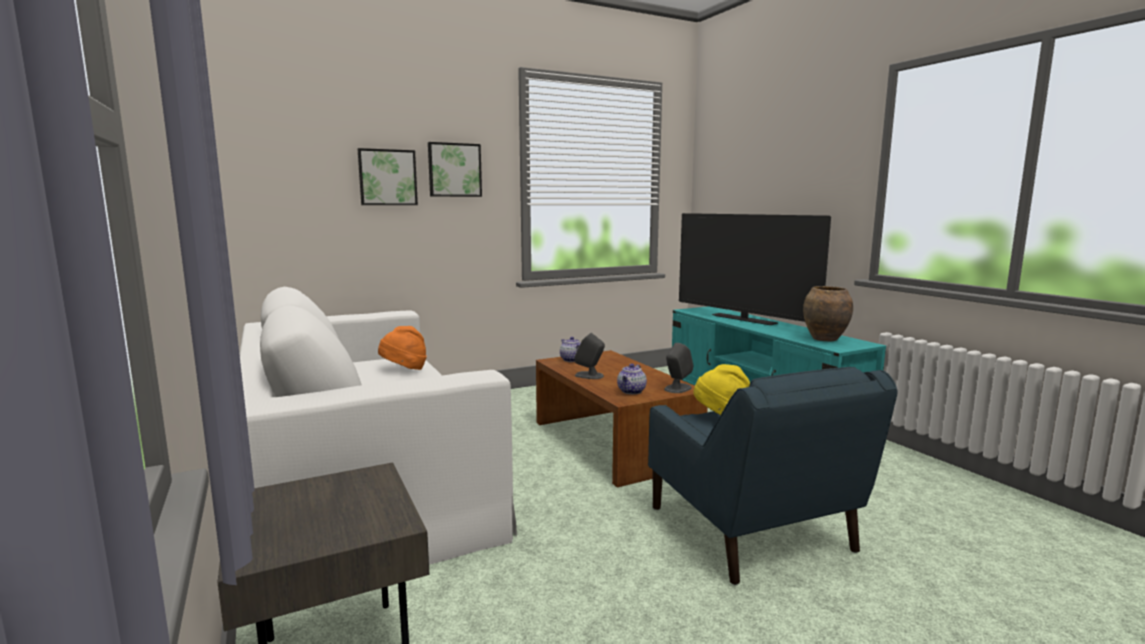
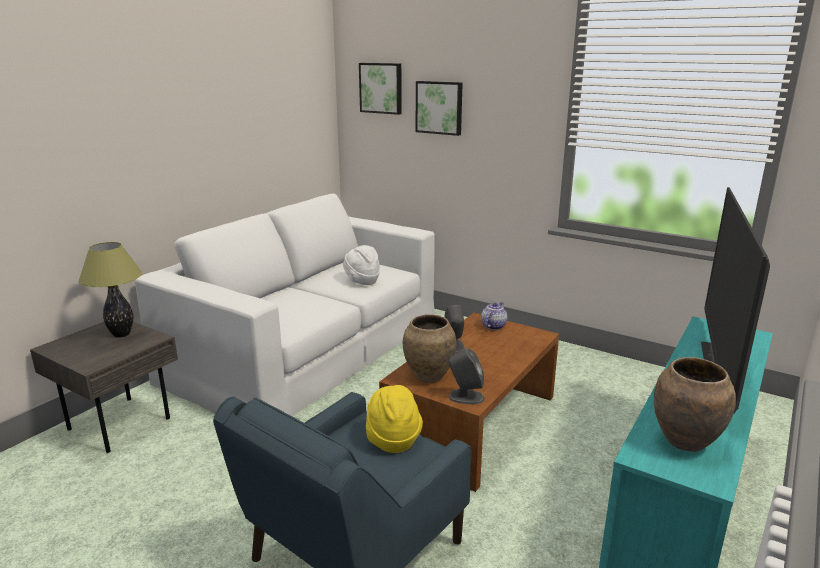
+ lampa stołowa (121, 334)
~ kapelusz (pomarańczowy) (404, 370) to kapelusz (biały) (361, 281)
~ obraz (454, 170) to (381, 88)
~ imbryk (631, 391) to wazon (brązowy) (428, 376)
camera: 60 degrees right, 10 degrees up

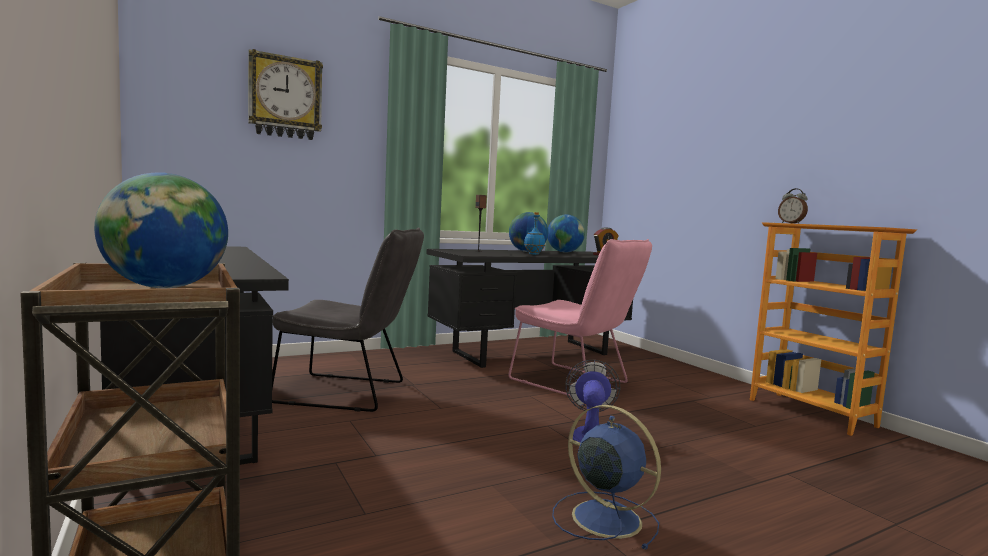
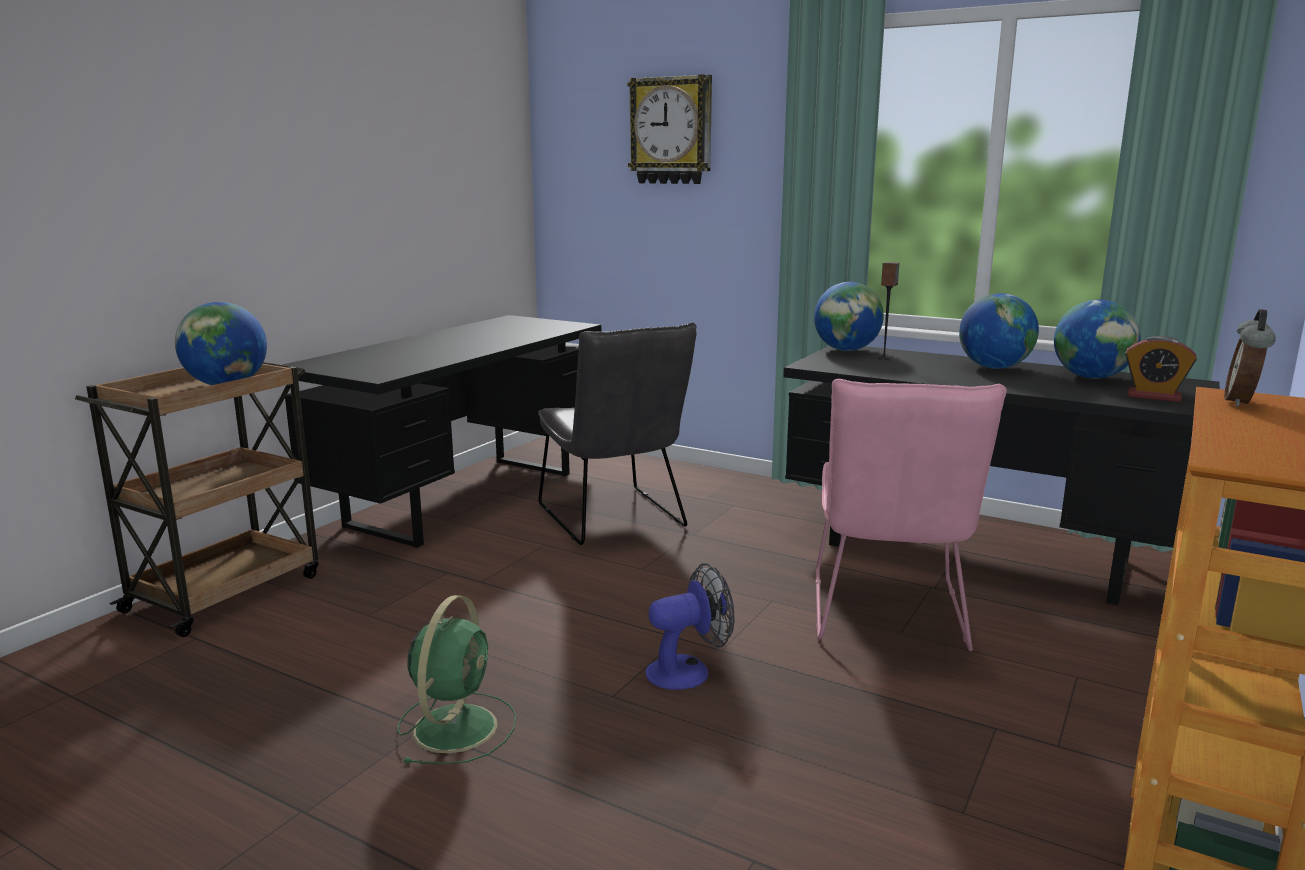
~ wentylator (niebieski) (603, 517) to wentylator (zielony) (456, 726)
+ globus (846, 350)
- butelka (niebieski) (533, 254)
camera: 60 degrees right, 10 degrees up

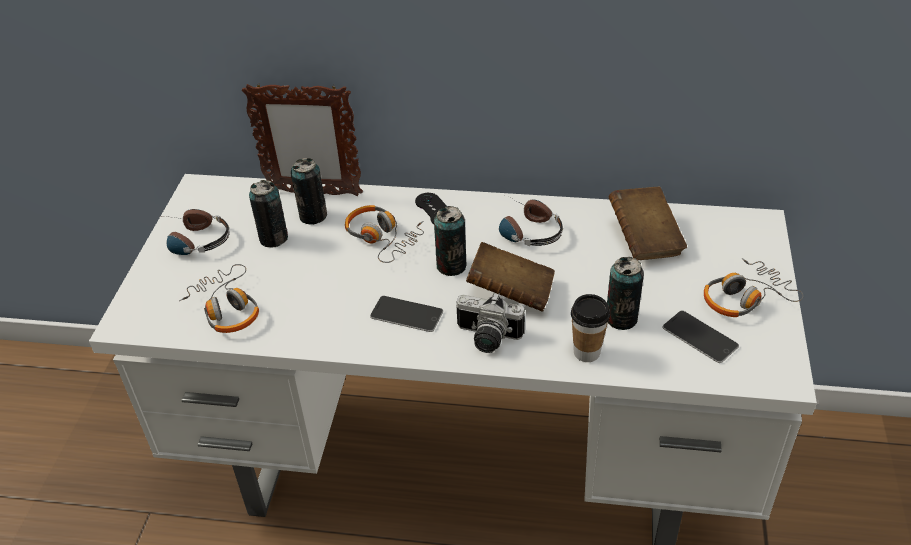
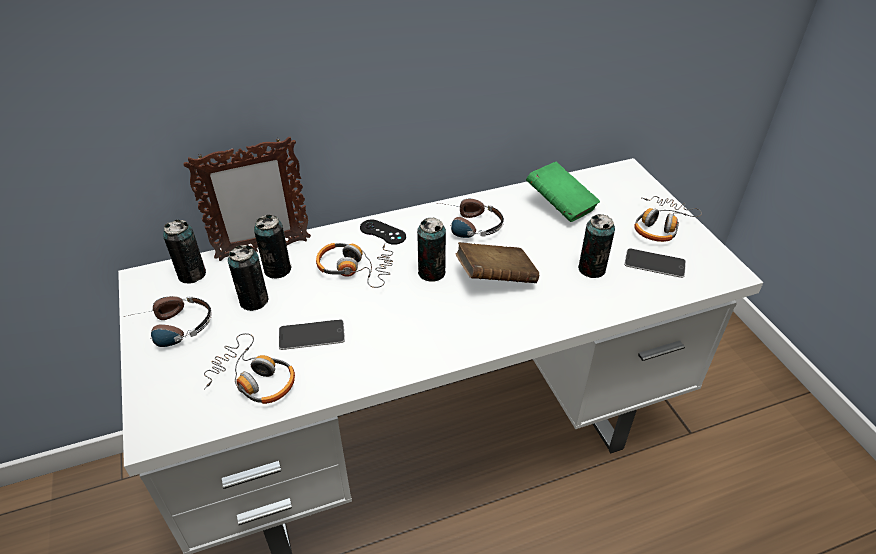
+ puszka (192, 274)
~ telefon (406, 314) to (311, 335)
~ książka (brązowy) (644, 239) to książka (zielony) (560, 205)
- aparat fotograficzny (486, 339)
- filiżanka (586, 352)
camera: 30 degrees left, 0 degrees up

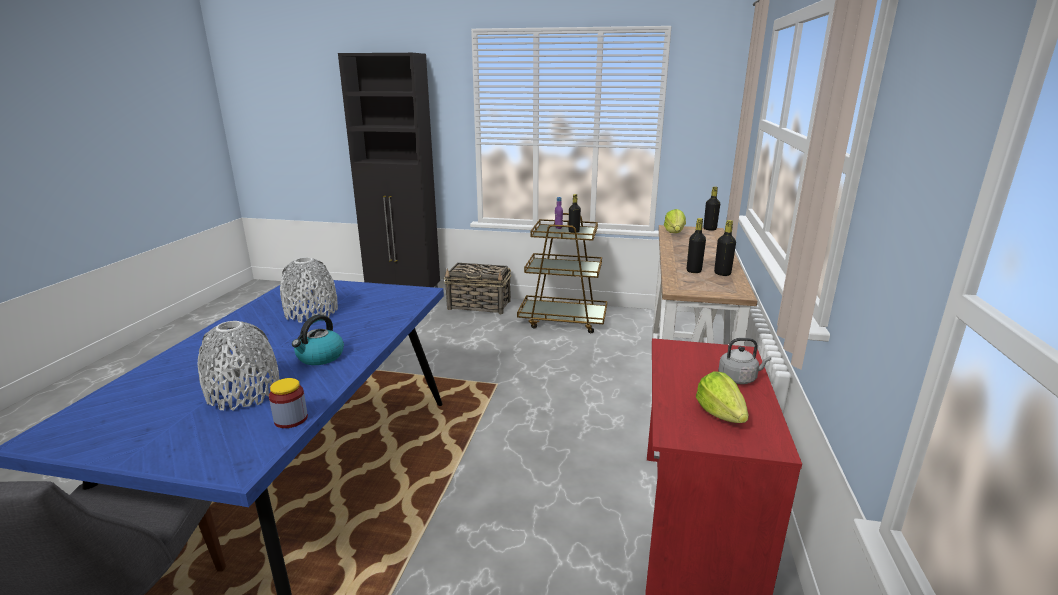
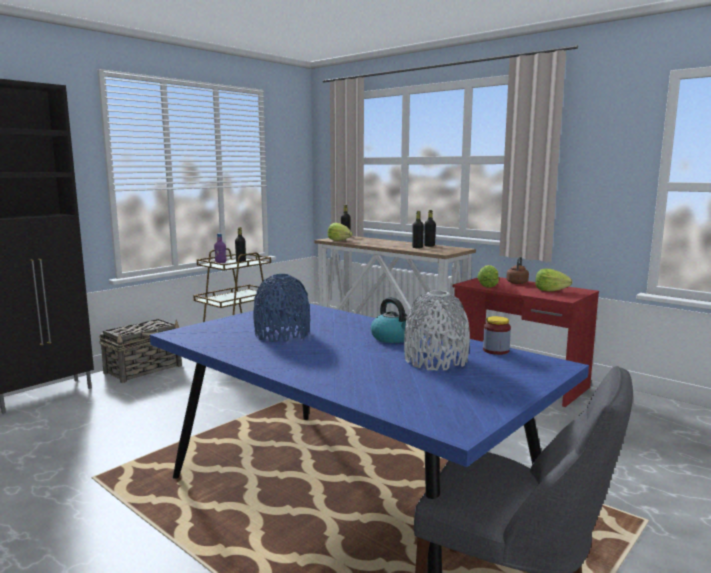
~ wazon (szary) (311, 313) to wazon (niebieski) (282, 334)
+ sałata (488, 286)
~ czajnik (szary) (739, 378) to czajnik (brązowy) (517, 282)
camera: 60 degrees left, 10 degrees down

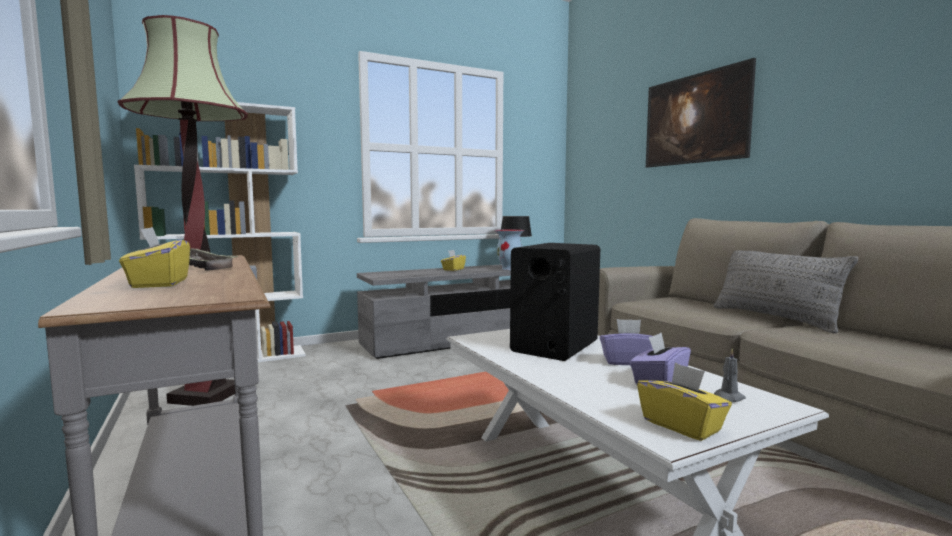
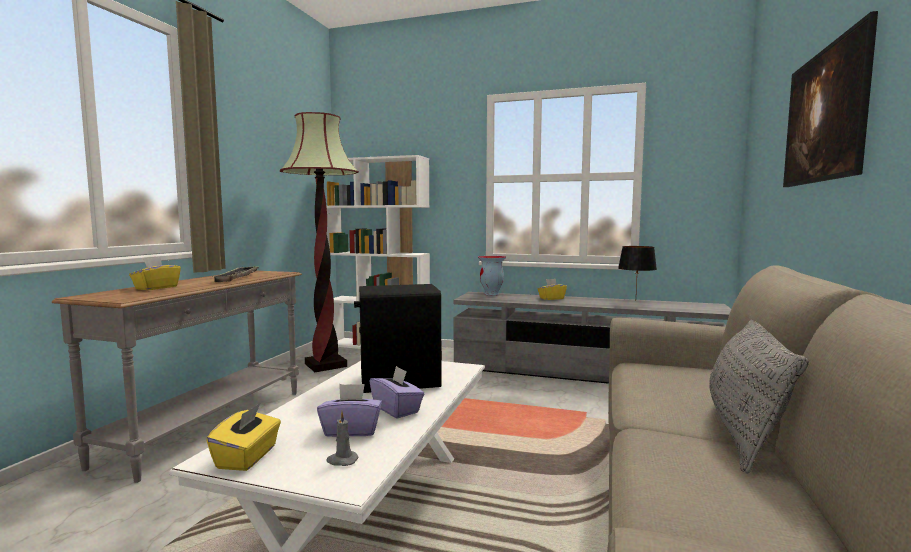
~ wazon (509, 269) to (492, 294)
camera: 45 degrees right, 0 degrees up

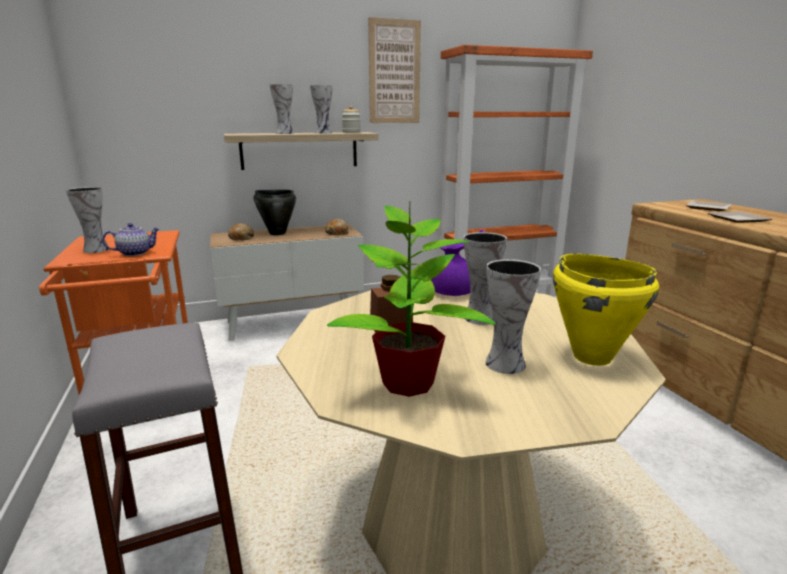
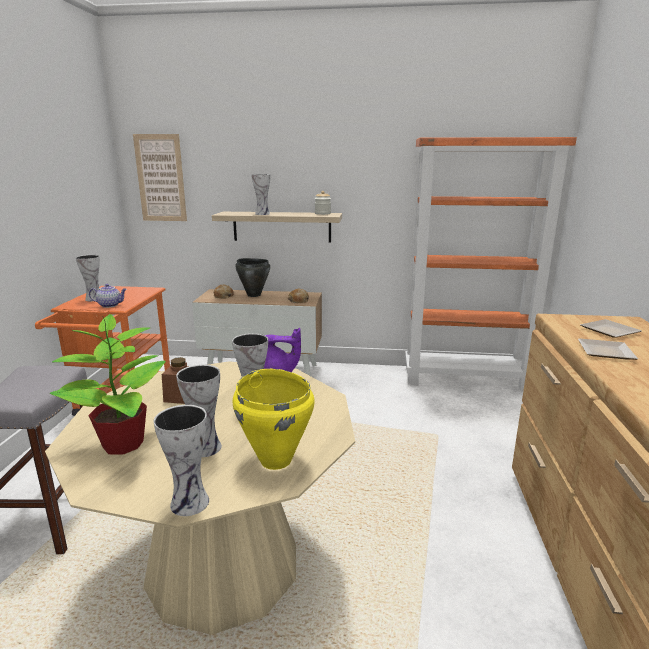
~ obraz (394, 72) to (160, 178)
~ wazon (324, 133) to (192, 502)
camera: 25 degrees right, 0 degrees up

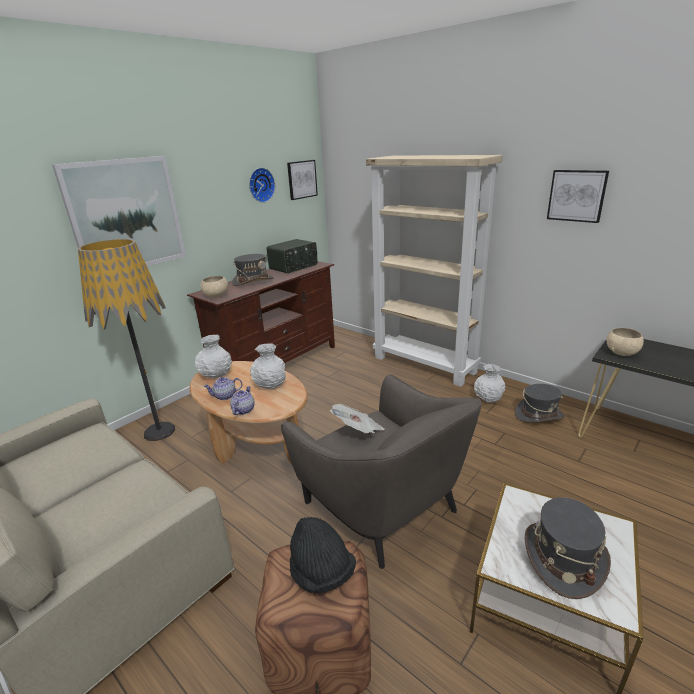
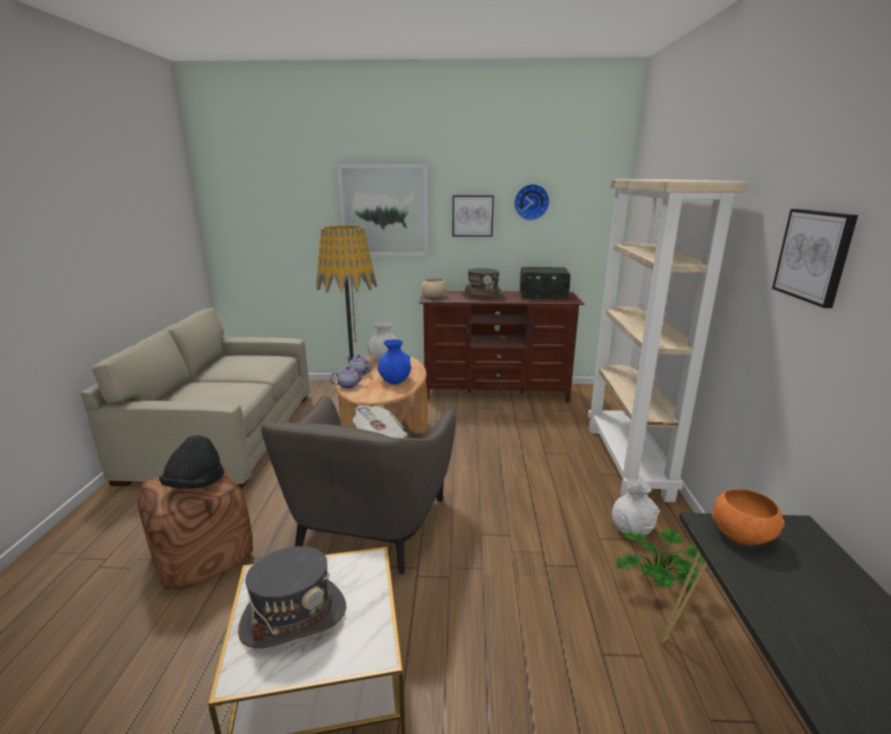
~ wazon (biały) (269, 384) to wazon (niebieski) (394, 380)
~ obraz (301, 179) to (472, 216)
~ kapelusz (szary) (539, 415) to roślina doniczkowa (658, 585)
~ miska (beżowy) (621, 352) to miska (pomarańczowy) (742, 535)
camera: 50 degrees right, 5 degrees down

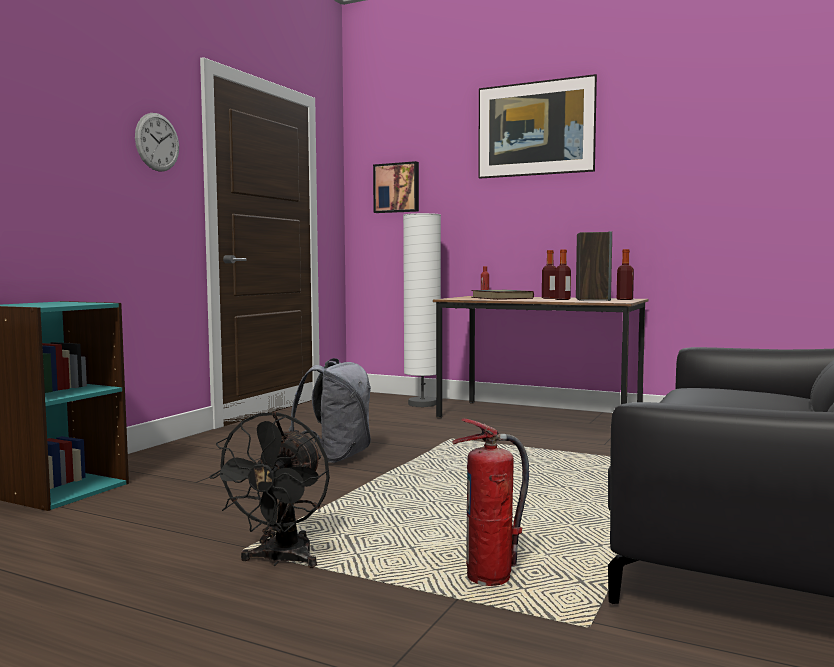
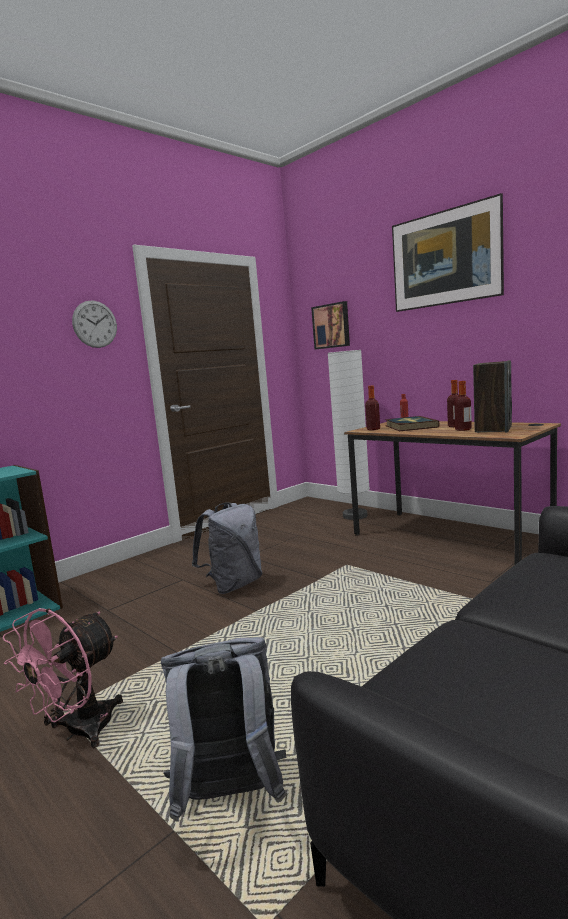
~ wentylator (czarny) (280, 560) to wentylator (różowy) (79, 732)
~ gaśnica (490, 578) to plecak (szary) (230, 798)
~ butelka (624, 299) to (373, 429)
camera: 20 degrees right, 5 degrees up

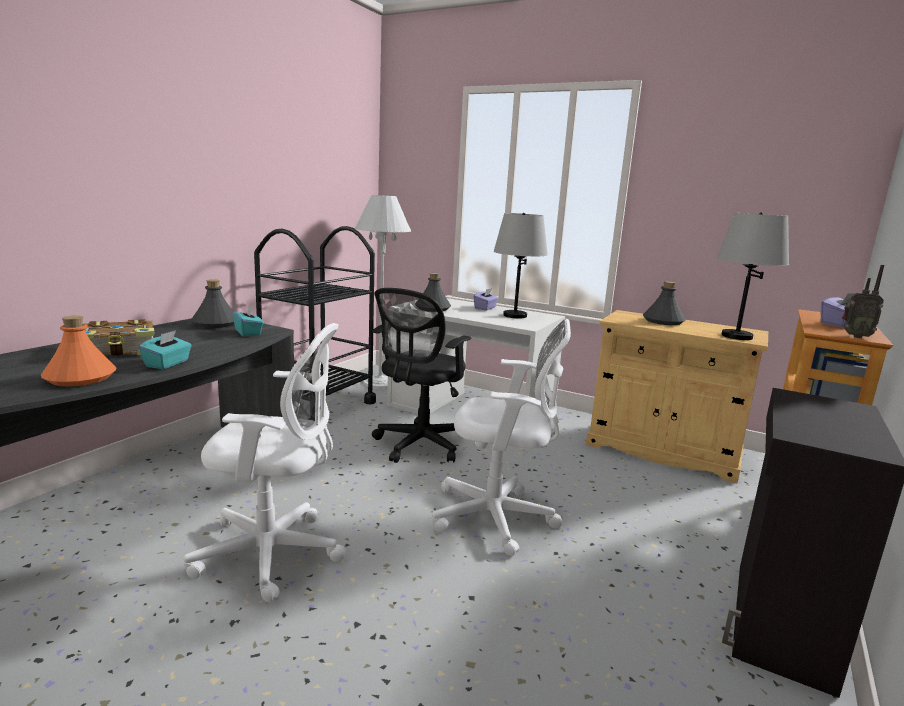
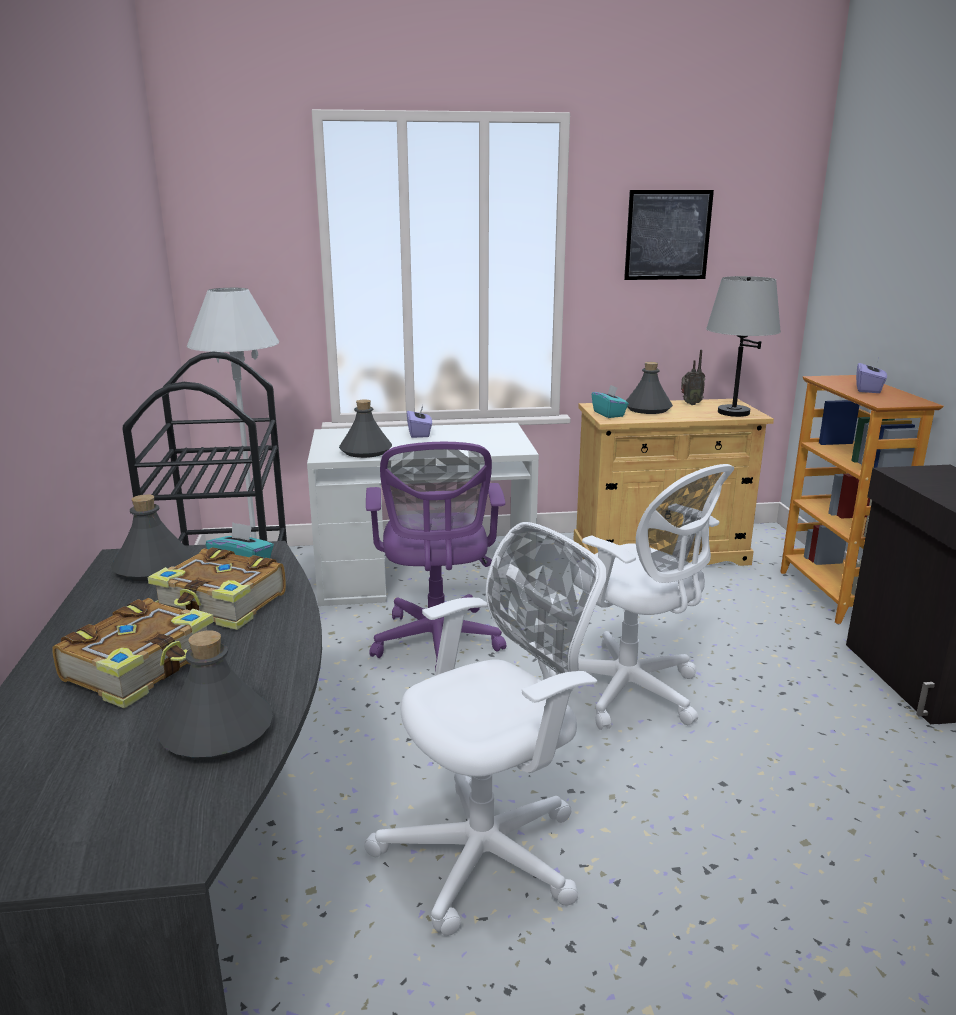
+ książka (222, 604)
~ butelka (pomarańczowy) (80, 378) to butelka (szary) (216, 732)
~ krzesło biurowe (czarny) (419, 445) to krzesło biurowe (fioletowy) (437, 643)
~ krzesło biurowe (biały) (498, 518) = (632, 692) 75 degrees clockwise
~ pudełko chusteczek (turkusowy) (167, 364) to (609, 414)
+ obraz (668, 235)
~ radio (854, 336) to (690, 404)
- lampa stołowa (szary) (515, 316)
camera: 35 degrees left, 5 degrees up

